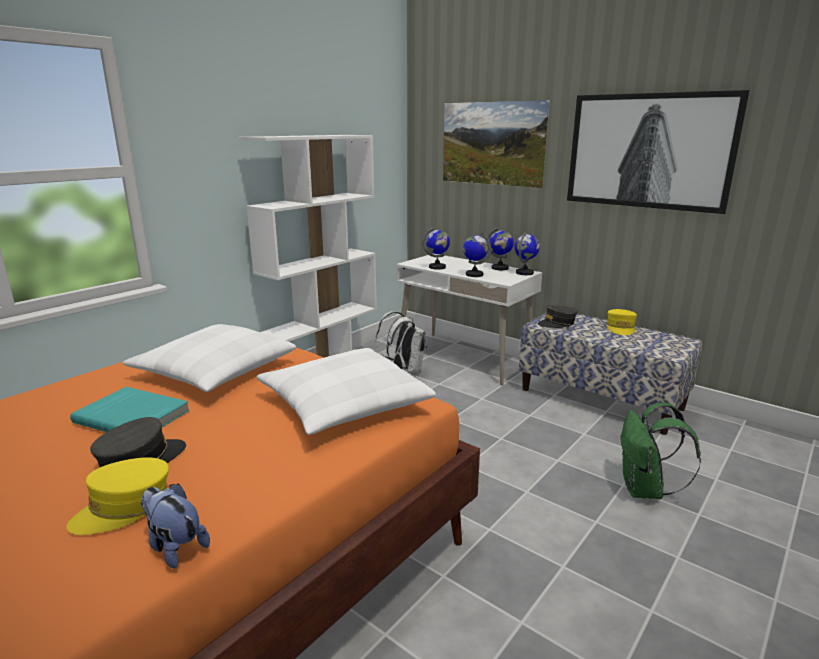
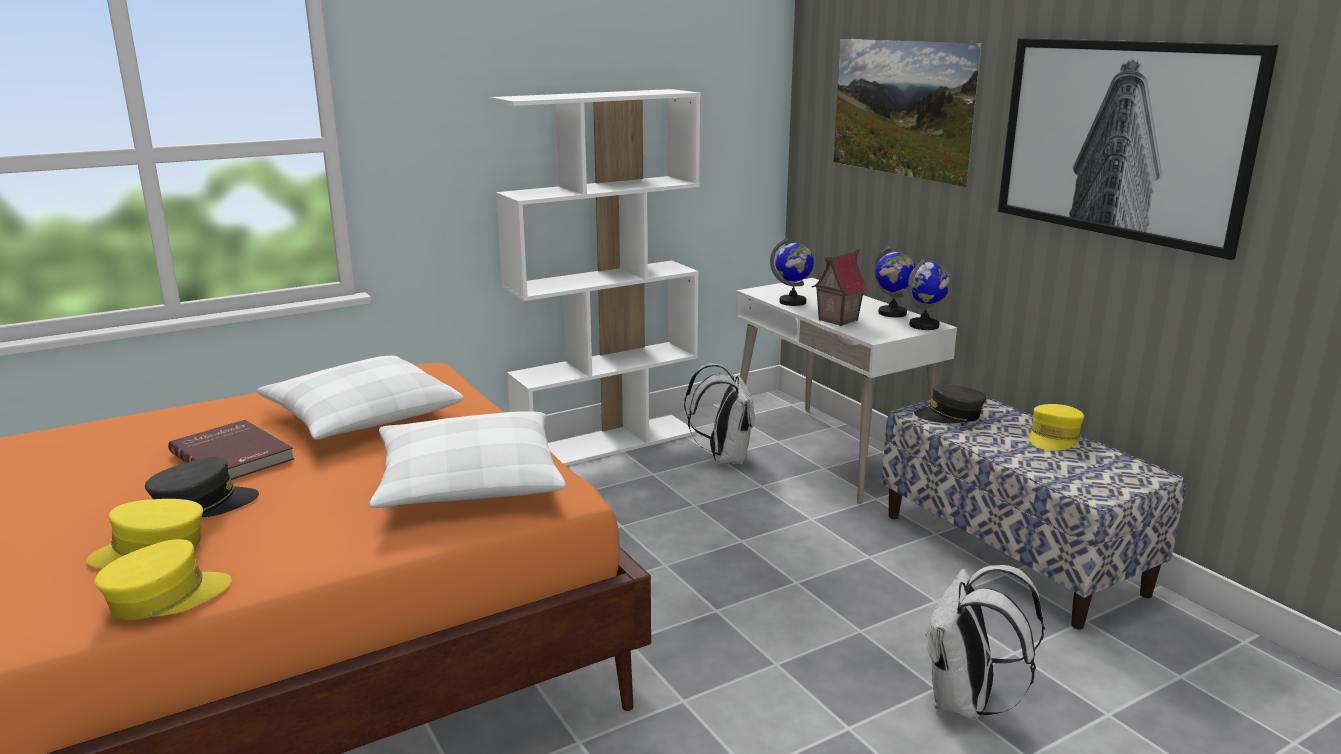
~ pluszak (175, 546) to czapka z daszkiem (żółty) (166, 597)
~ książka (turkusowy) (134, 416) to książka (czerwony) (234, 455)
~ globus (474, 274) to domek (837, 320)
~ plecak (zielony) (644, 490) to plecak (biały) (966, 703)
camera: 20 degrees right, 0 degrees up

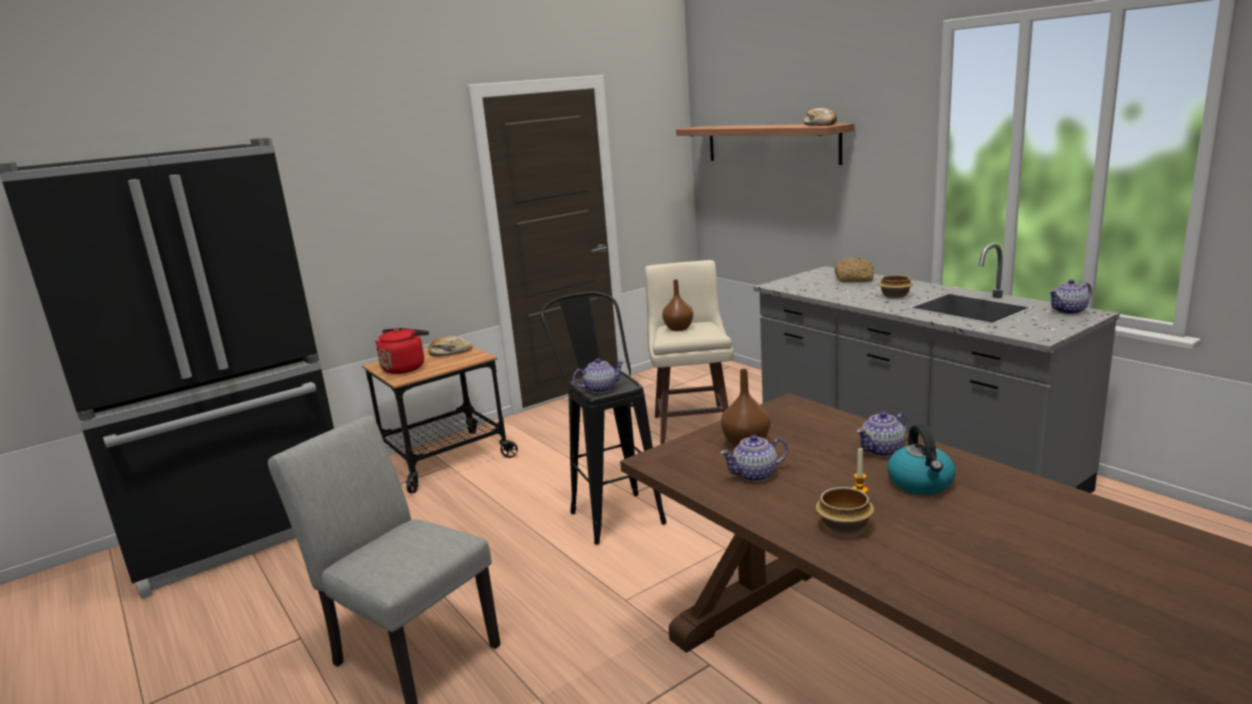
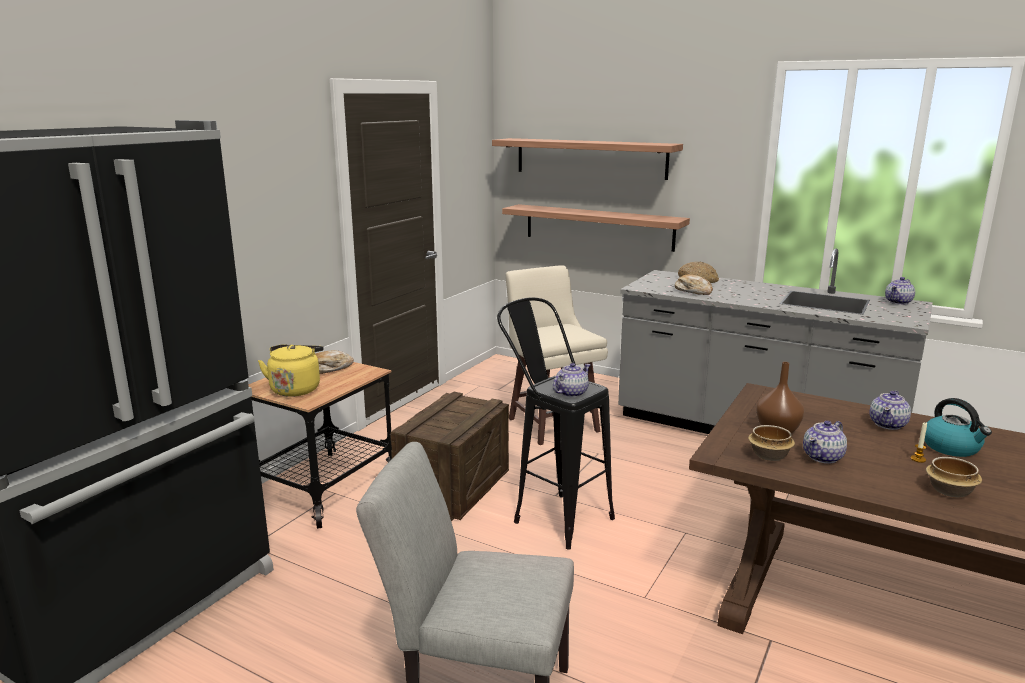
~ czajnik (czerwony) (405, 368) to czajnik (żółty) (296, 389)
+ skrzynka (453, 488)
+ półka (598, 227)
~ chleb (821, 125) to (693, 291)
~ miska (894, 296) to (769, 456)
- wazon (brązowy) (678, 329)
camera: 25 degrees left, 0 degrees up

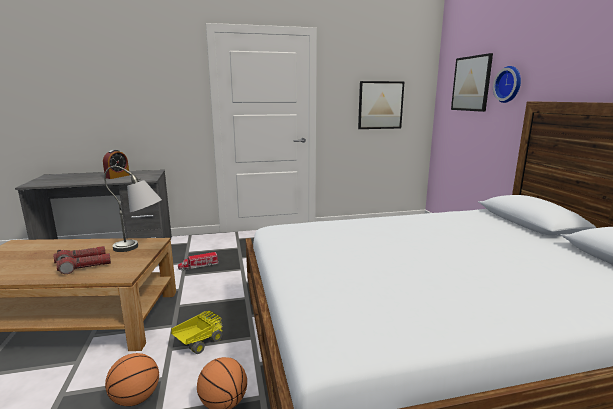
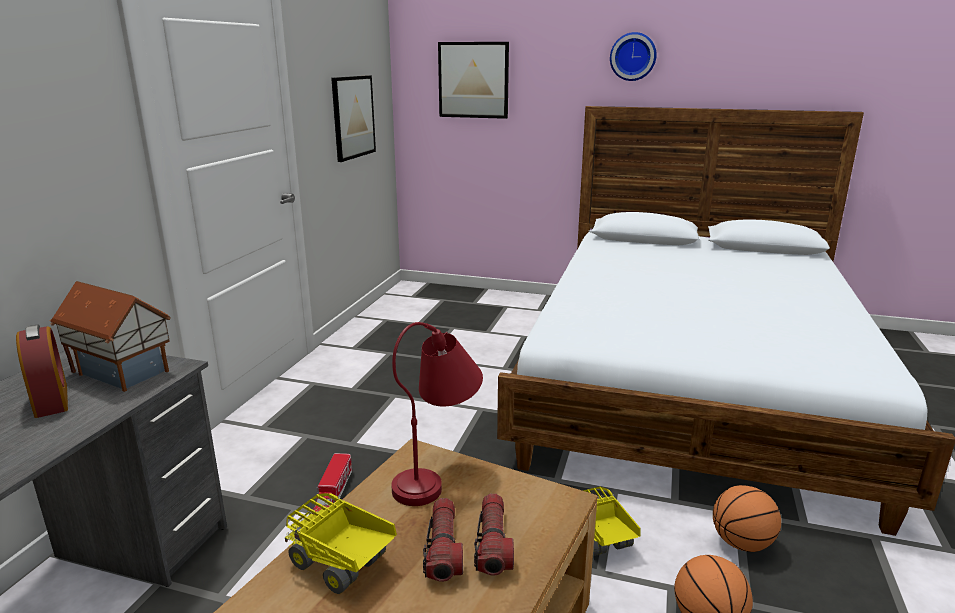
+ domek (123, 370)
+ ciężarówka zabawkowa (341, 565)
~ lampa stołowa (szary) (140, 248) to lampa stołowa (czerwony) (439, 473)
~ zegar ścienny (509, 84) to (633, 56)
camera: 60 degrees left, 5 degrees up

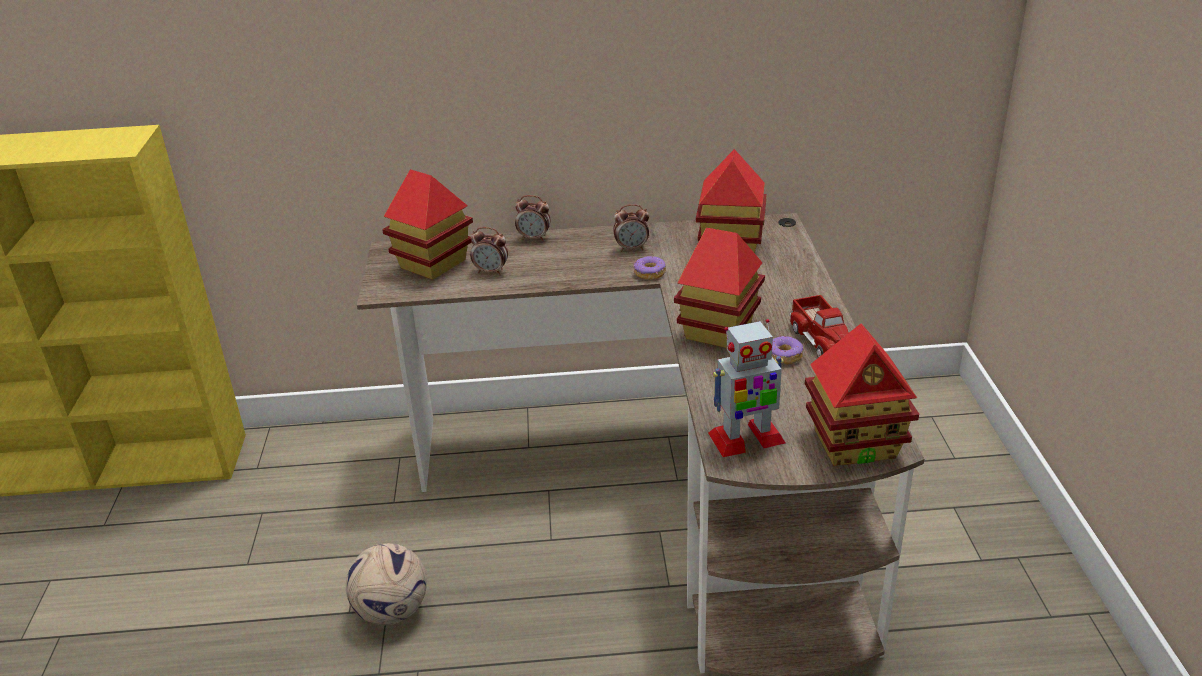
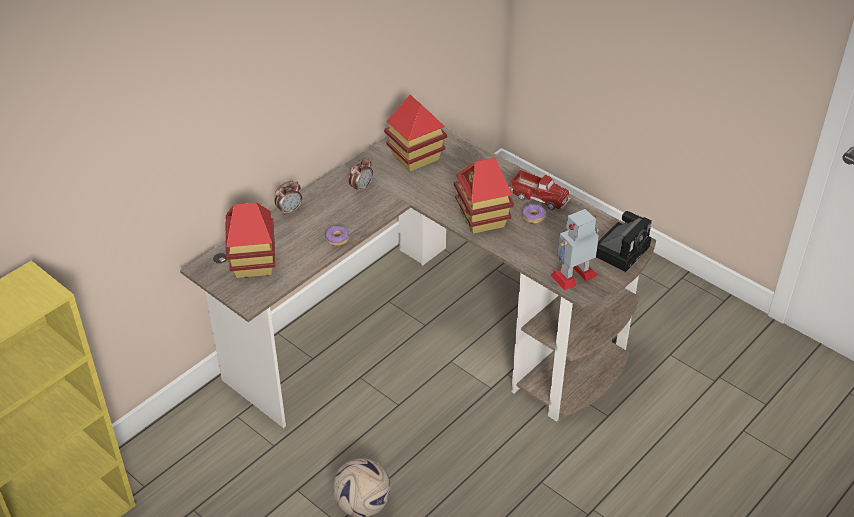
~ donut (650, 273) to (337, 239)
~ robot zabawkowy (745, 439) = (574, 275) 150 degrees counterclockwise
~ domek (855, 444) to aparat fotograficzny (622, 249)
- budzik (491, 272)
camera: 45 degrees left, 10 degrees up

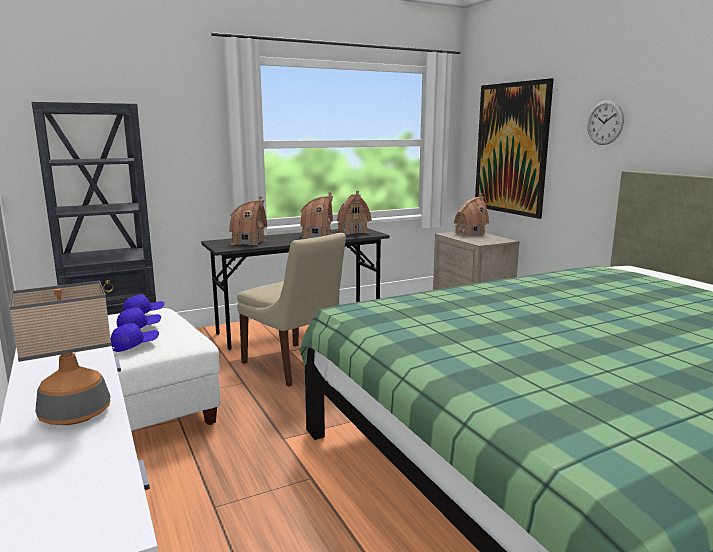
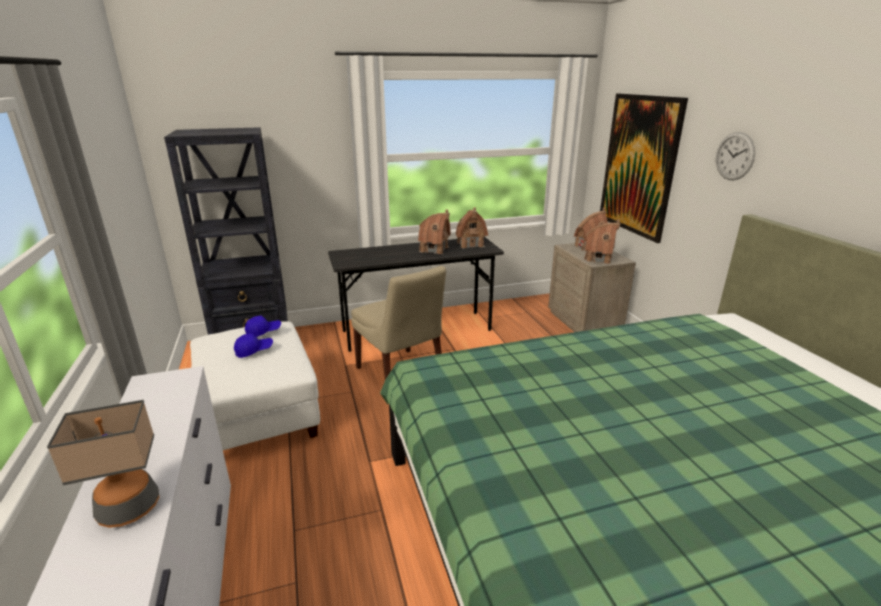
~ domek (249, 242) to (599, 259)
- czapka z daszkiem (niebieski) (135, 345)
camera: 10 degrees right, 10 degrees up

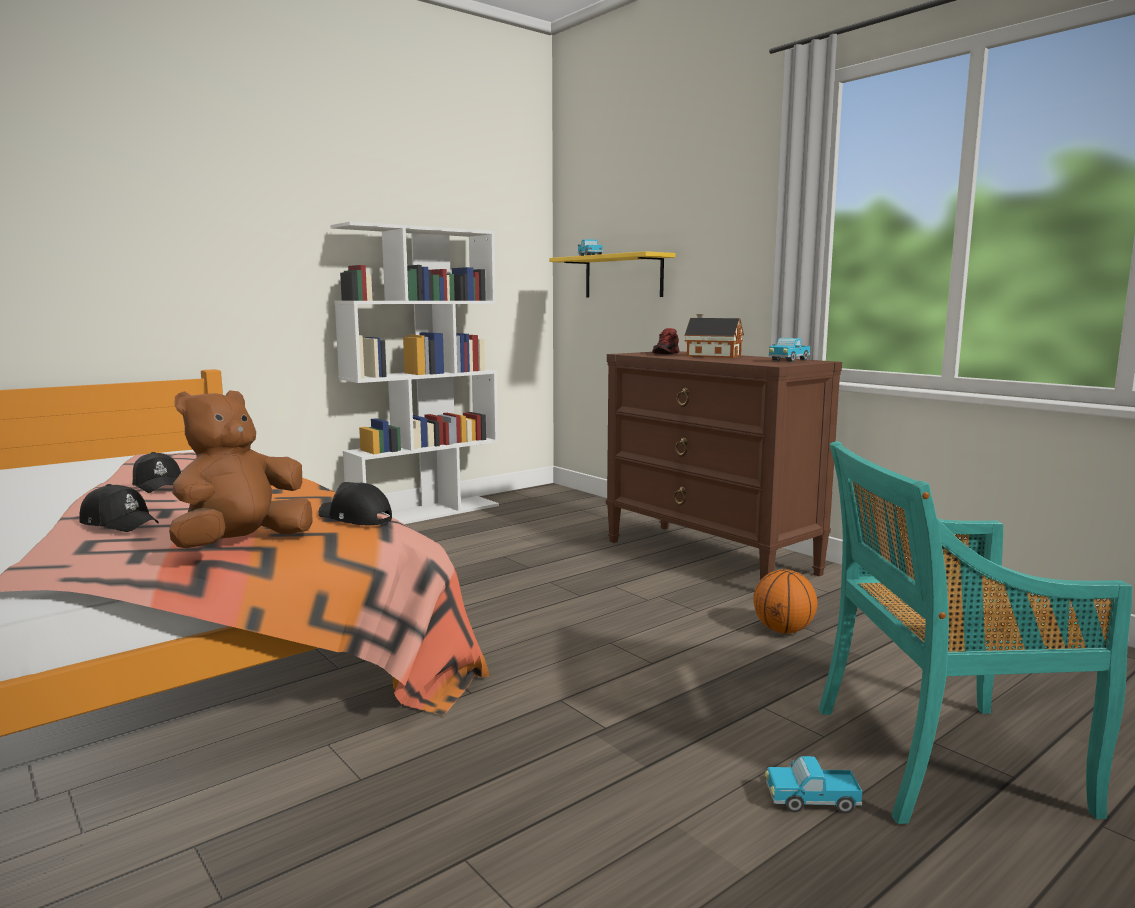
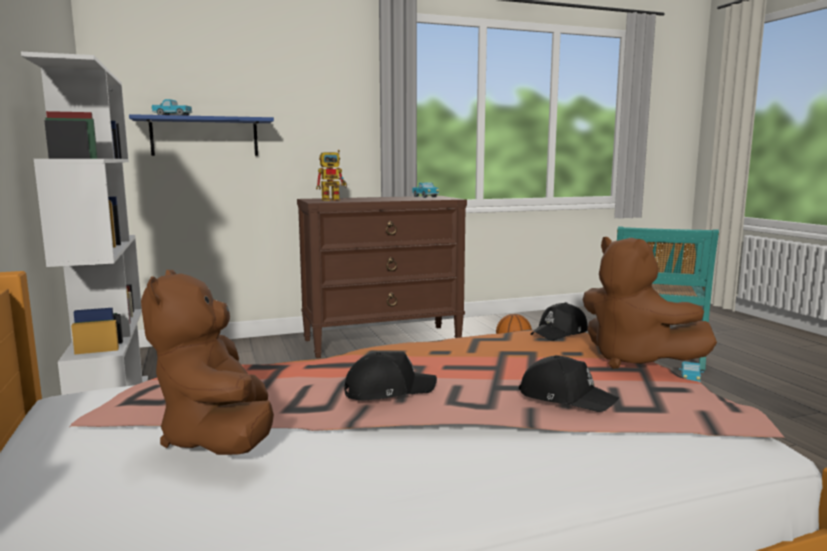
~ półka (żółty) (623, 276) to półka (niebieski) (204, 137)
+ pluszak (brązowy) (219, 439)
~ but (666, 354) to robot zabawkowy (334, 200)
~ czapka z daszkiem (czarny) (120, 523) = (565, 397) 75 degrees clockwise
- domek (711, 356)
camera: 70 degrees left, 0 degrees up

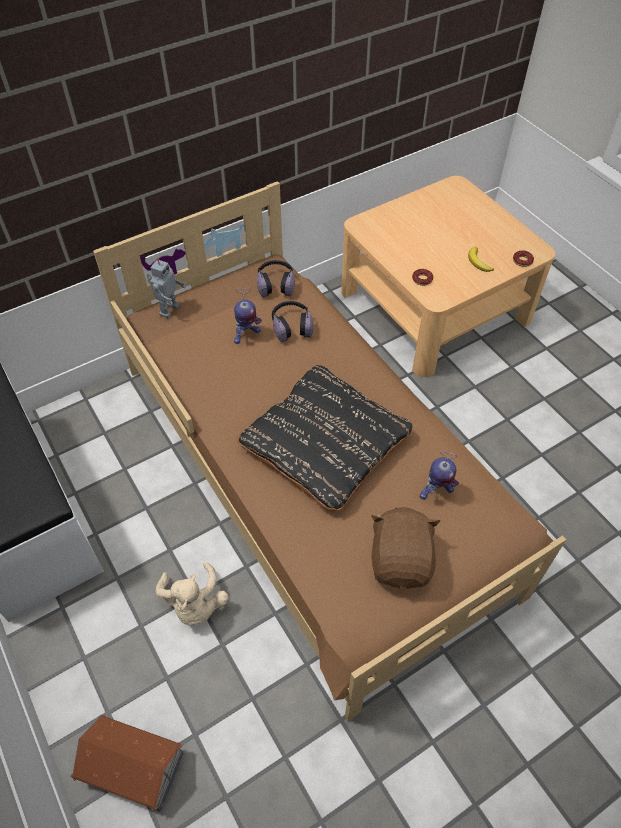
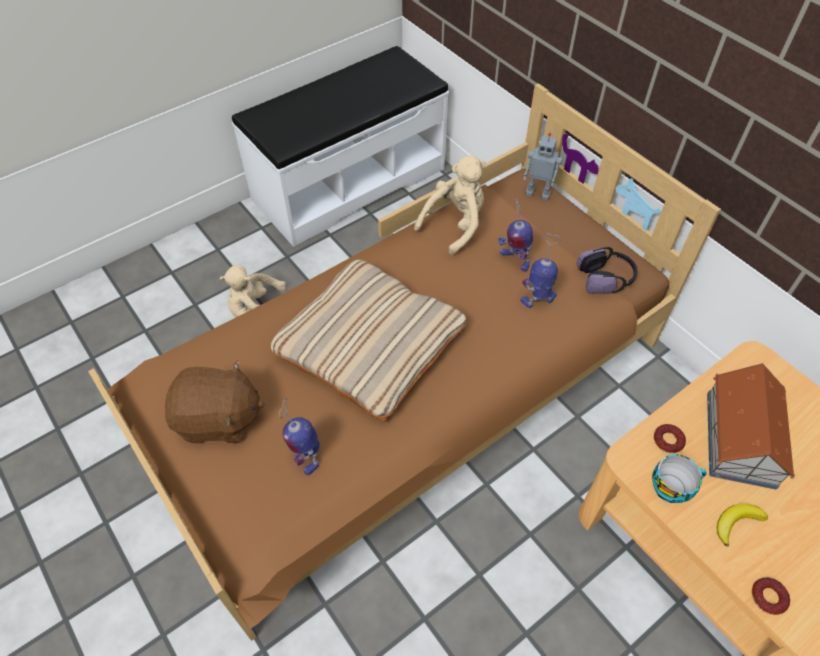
~ poduszka (czarny) (325, 442) to poduszka (beżowy) (370, 343)
+ pluszak (beżowy) (455, 224)
~ słuchawki (291, 326) to robot zabawkowy (539, 299)
+ filiżanka (671, 487)
~ domek (133, 767) to (739, 440)
camera: 85 degrees right, 0 degrees up

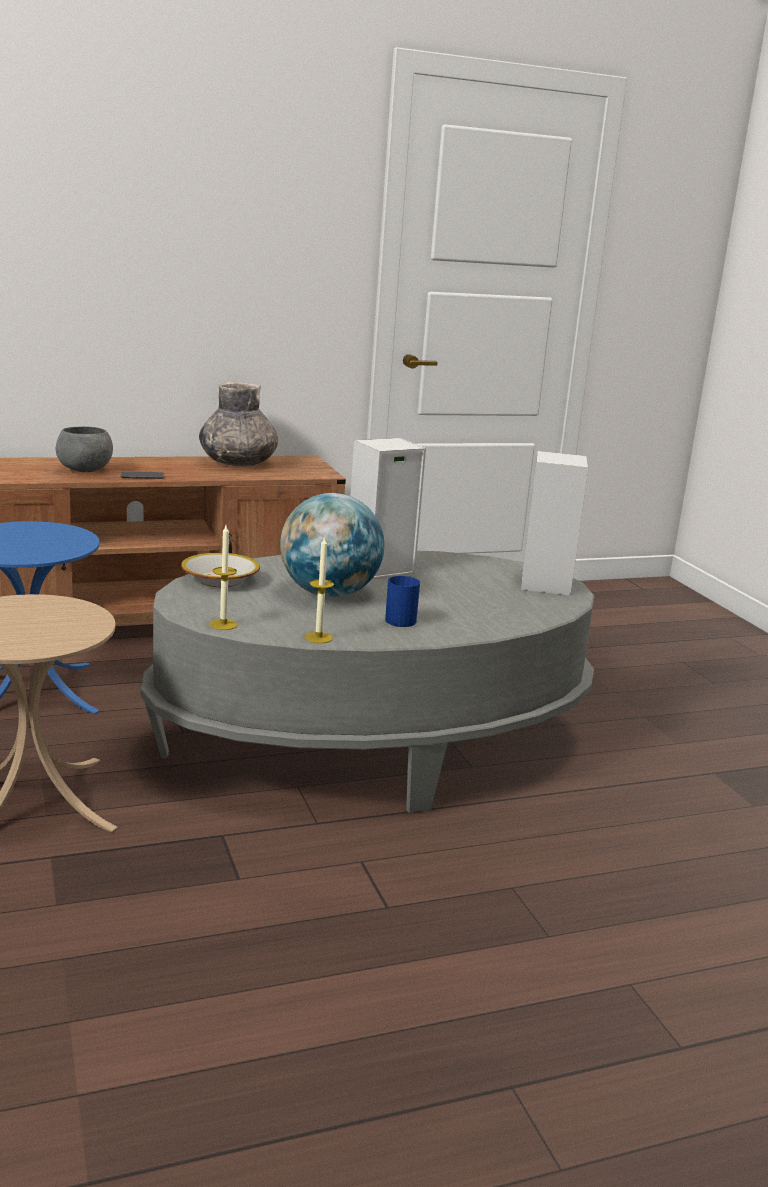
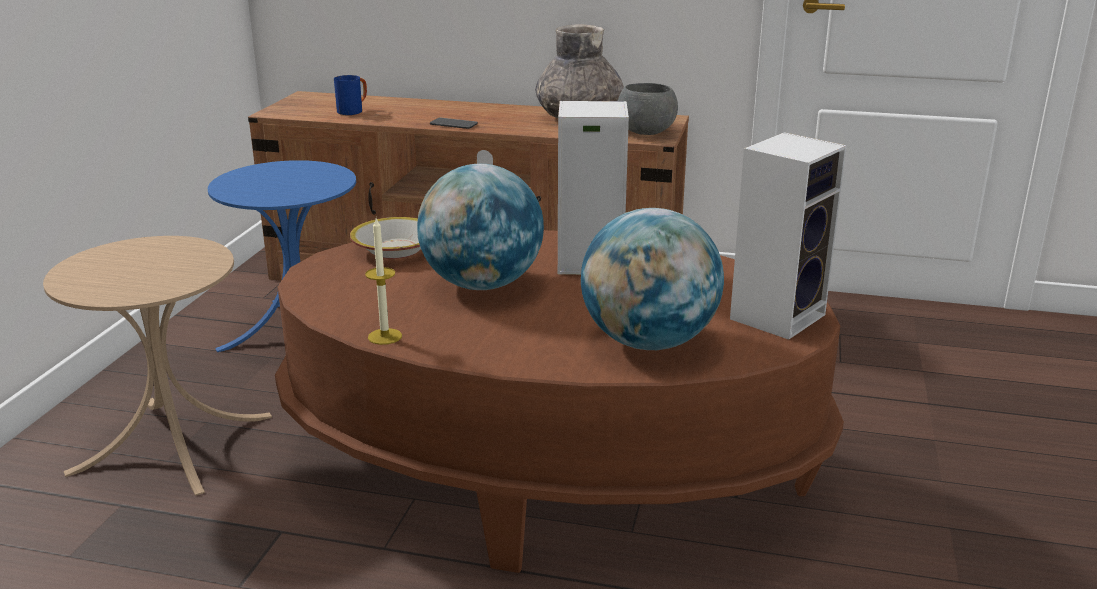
~ ława (szary) (372, 744) to ława (brązowy) (548, 470)
~ kubek (niebieski) (401, 619) to (353, 111)
+ globus (648, 342)
~ miska (szary) (85, 471) to (646, 133)
- świeca (223, 624)
camera: 35 degrees right, 5 degrees up

